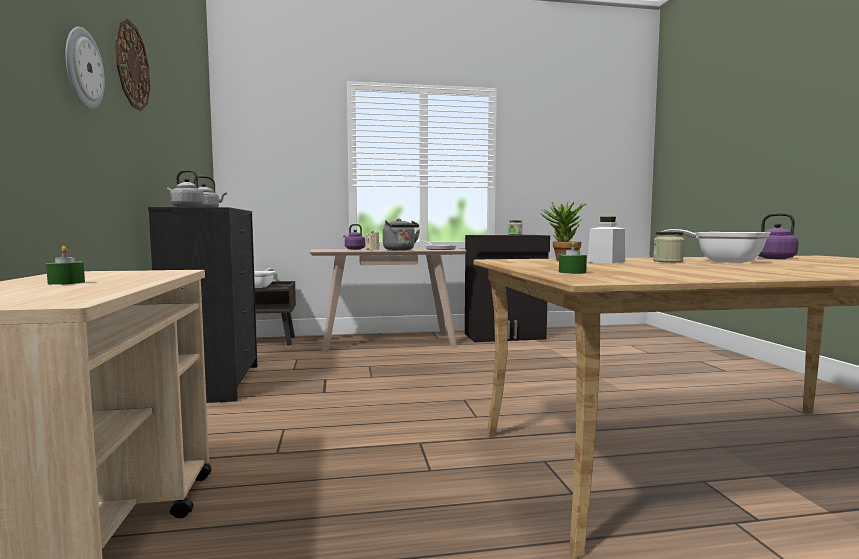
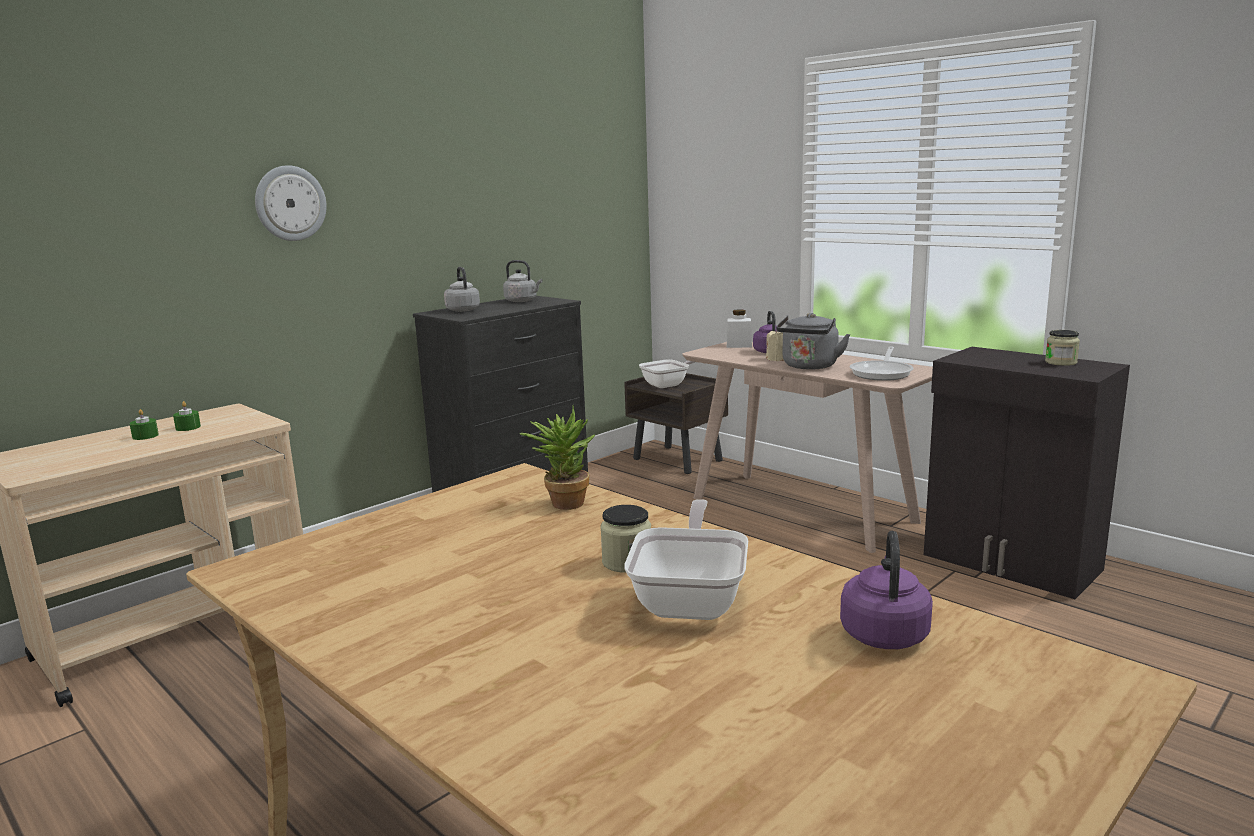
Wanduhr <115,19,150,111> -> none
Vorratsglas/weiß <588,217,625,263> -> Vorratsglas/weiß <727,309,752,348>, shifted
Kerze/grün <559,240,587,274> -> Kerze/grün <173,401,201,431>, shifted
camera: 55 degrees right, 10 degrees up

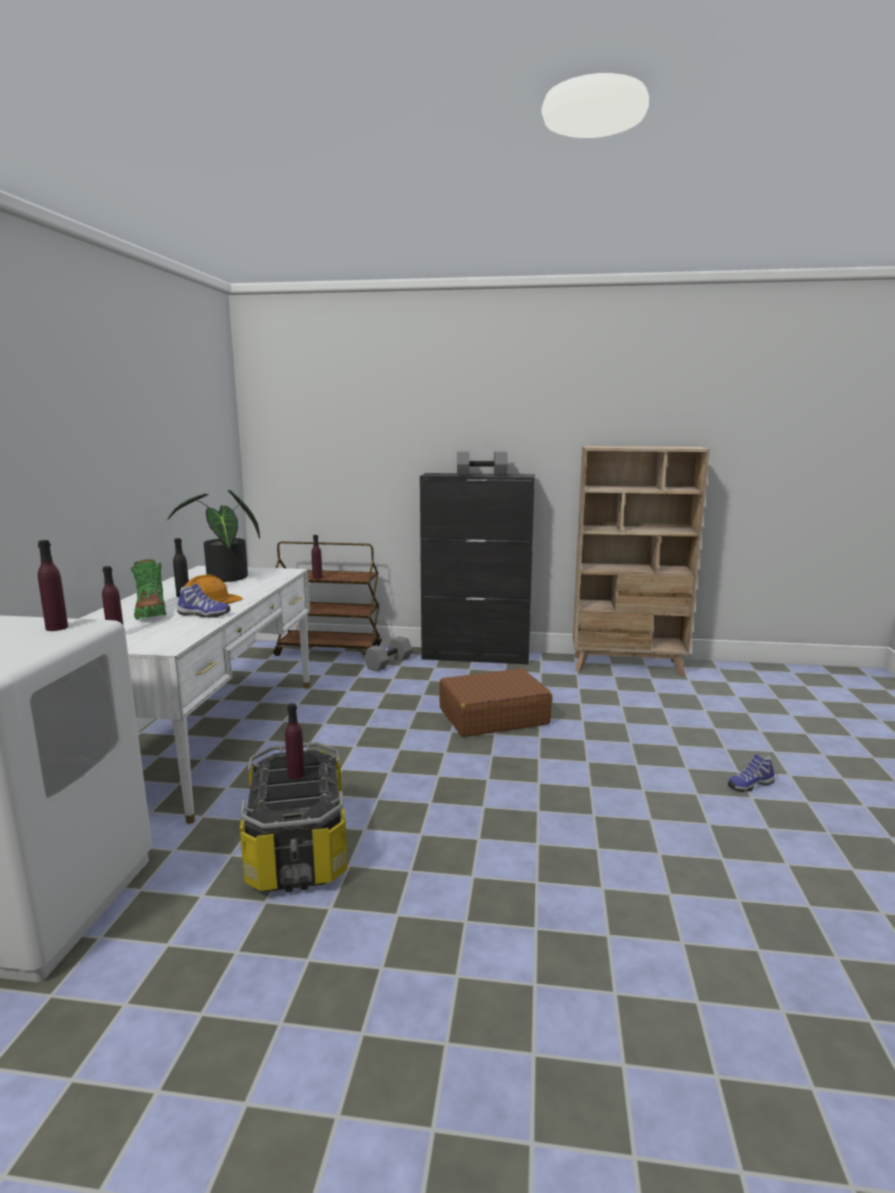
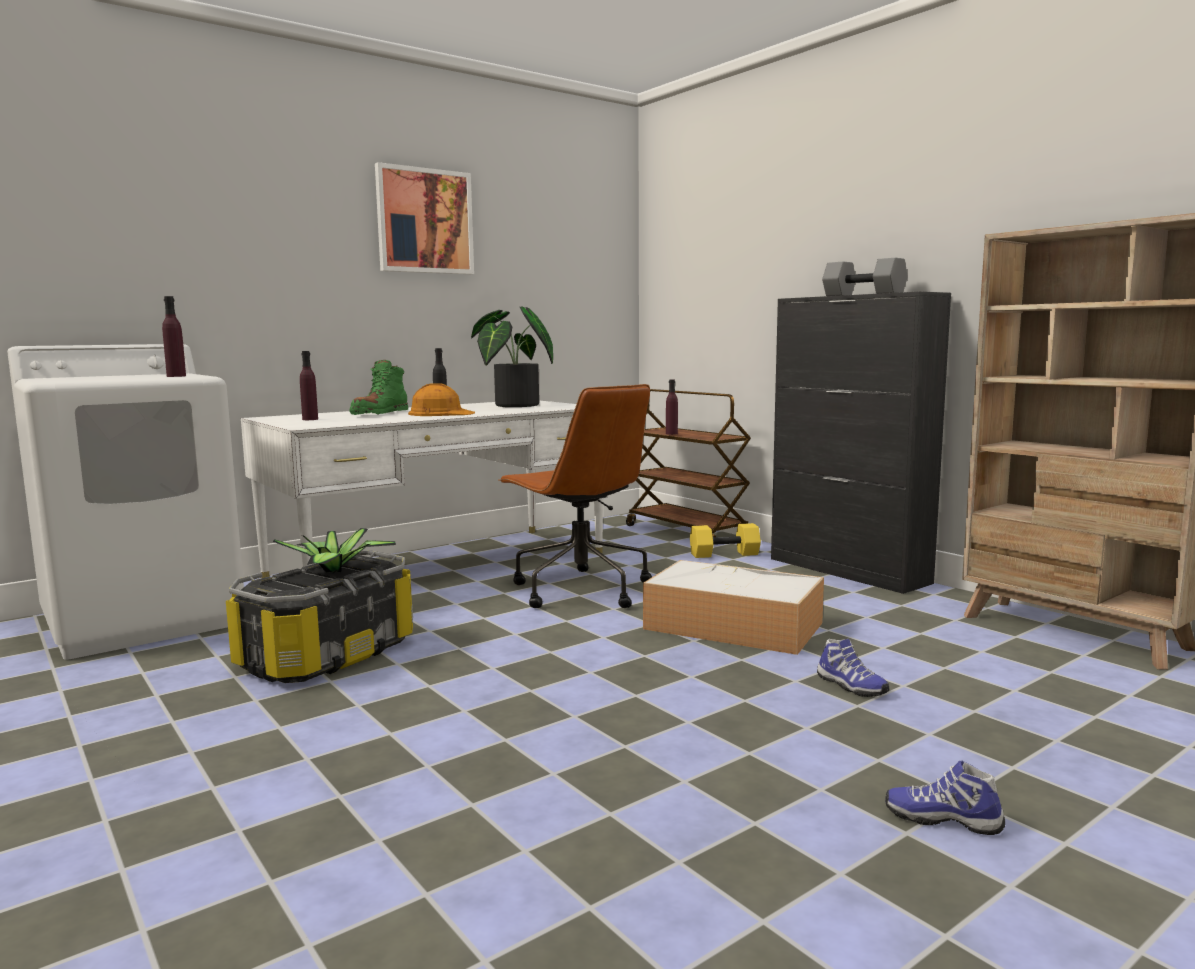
Schuh <177,583,230,618> -> Schuh <817,639,889,697>, shifted
Hantel/grau <364,636,412,672> -> Hantel/gelb <690,523,761,558>
Koffer/braun <439,668,552,737> -> Aufbewahrungsbox <643,560,824,655>
Flasche/lila <285,703,305,779> -> Topfpflanze <273,528,396,574>
none -> Bild <375,162,474,274>
none -> Bürostuhl/braun <498,384,652,608>
camera: 45 degrees right, 5 degrees down

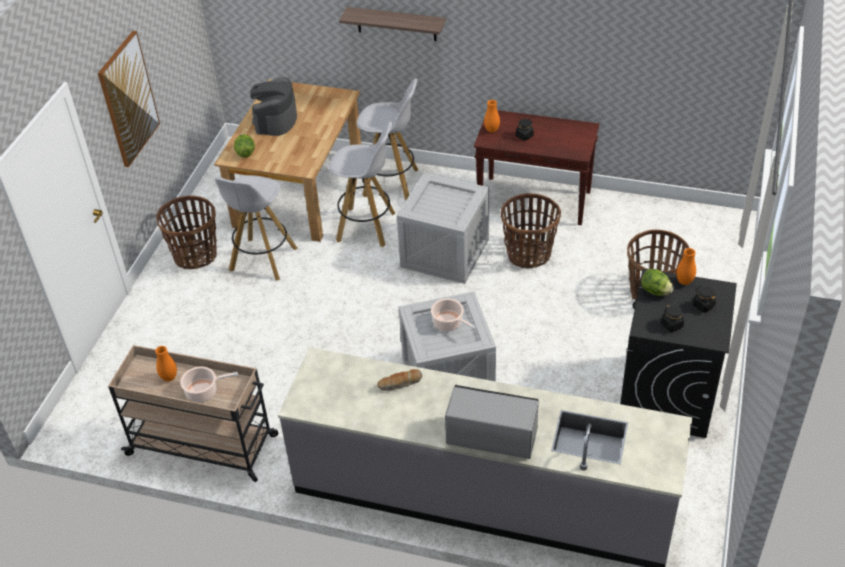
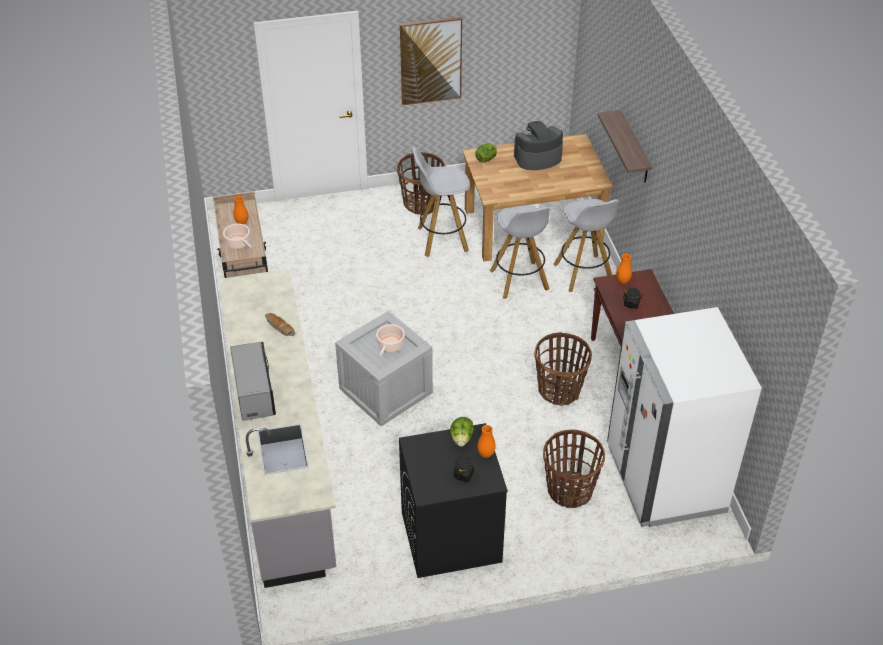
Kiste <397,172,489,284> -> none
Vorratsglas/schwarz <661,304,684,332> -> none
none -> Kühlschrank/weiß <607,307,762,527>
camera: 60 degrees right, 0 degrees up

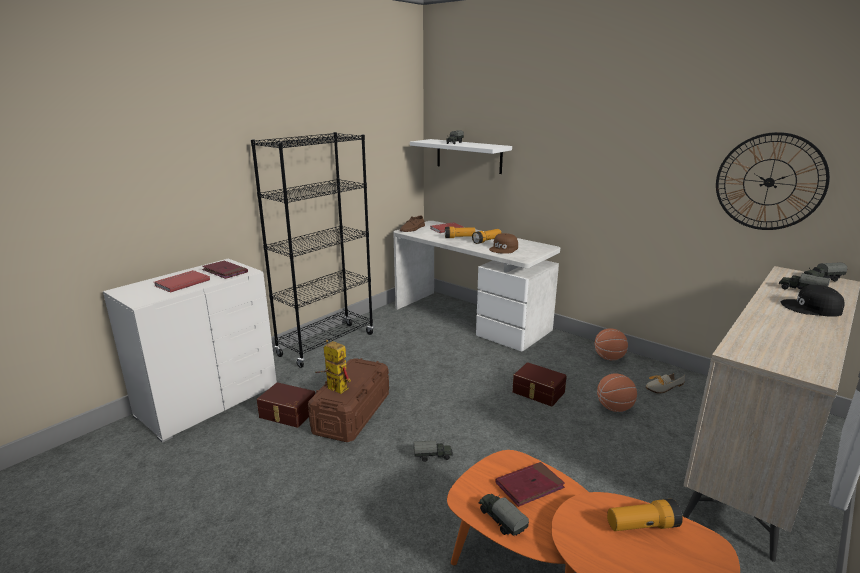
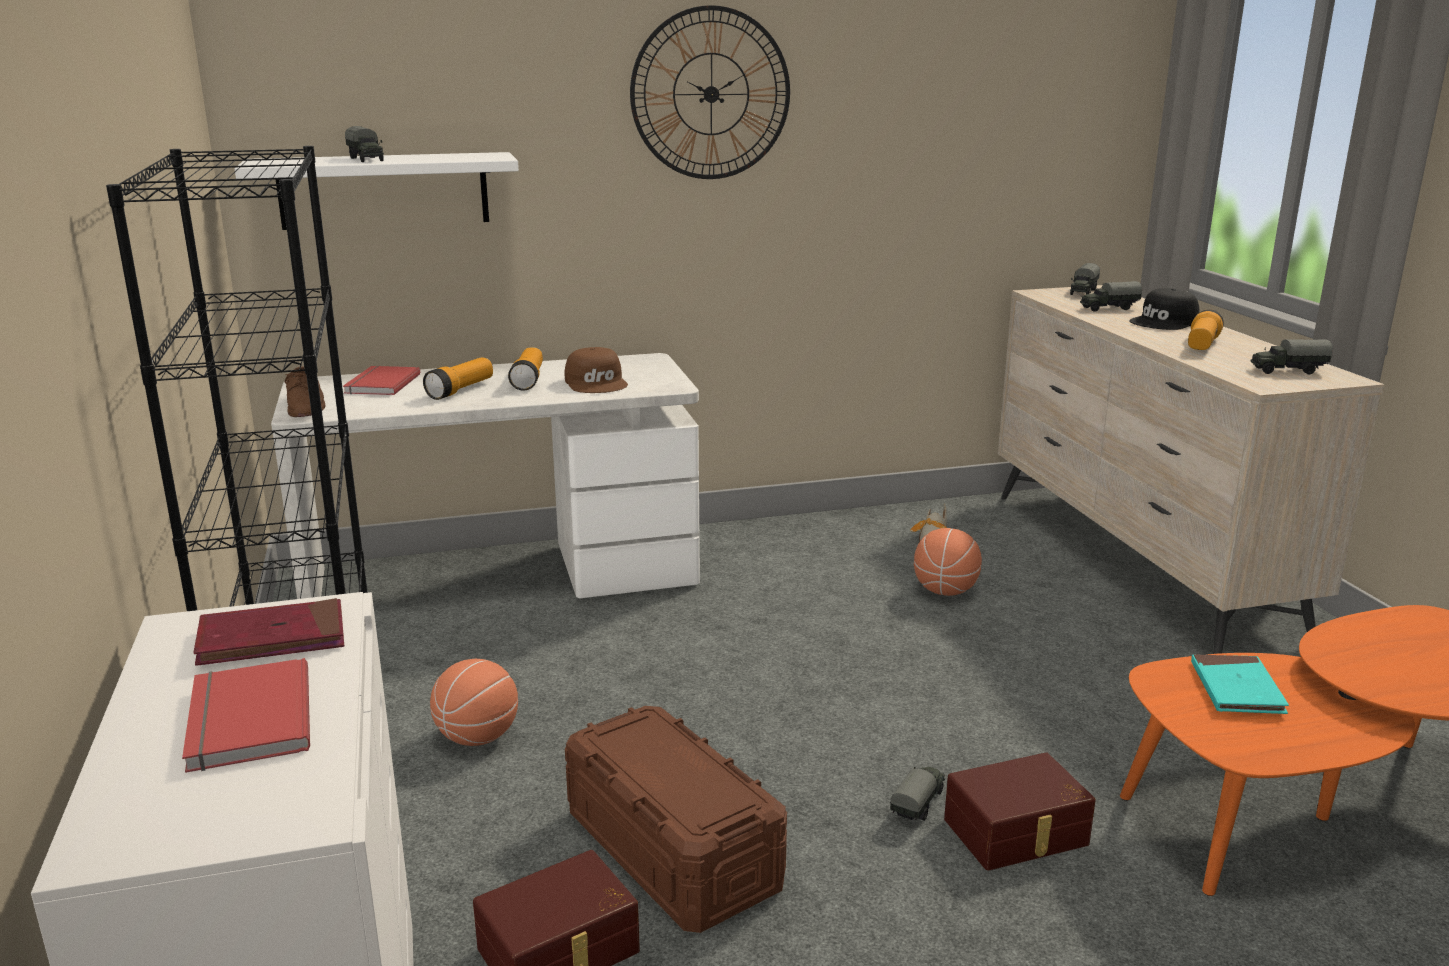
Wanduhr <716,132,830,230> -> Wanduhr <630,5,790,179>, shifted
Basketball <595,328,628,360> -> Basketball <430,659,518,746>, shifted
Spielzeugroboter <315,340,351,394> -> none
Aufbewahrungsbox/braun <512,362,567,407> -> Aufbewahrungsbox/braun <944,752,1096,870>, shifted
Buch/rot <495,462,565,507> -> Buch/türkis <1191,654,1289,714>
Spielzeuglaster <478,494,529,536> -> Spielzeuglaster <1251,339,1333,374>, shifted
Taschenlampe <607,499,683,531> -> Taschenlampe <1188,309,1224,350>, shifted
camera: 55 degrees left, 0 degrees up

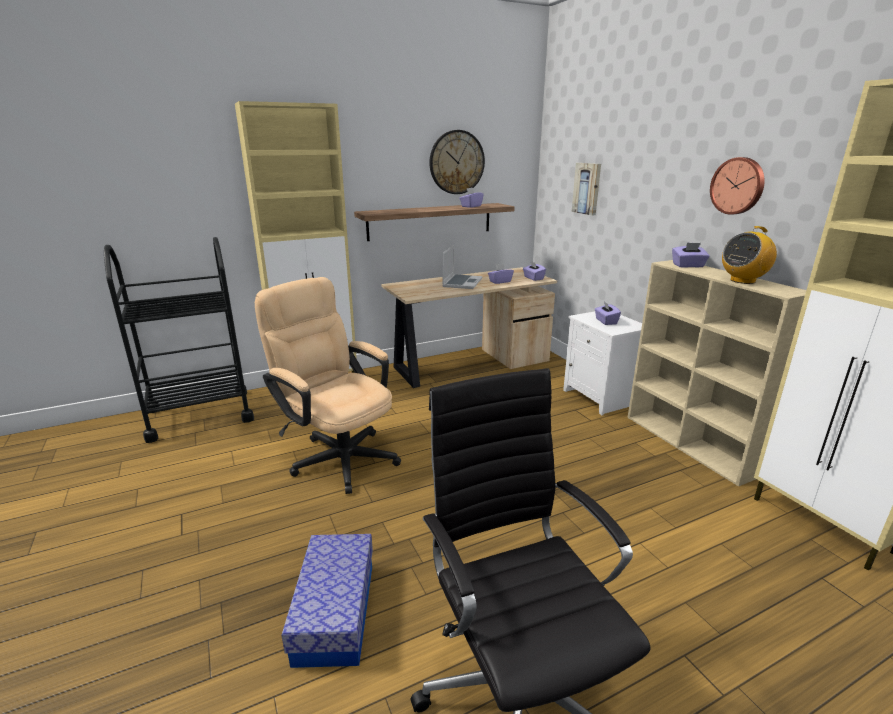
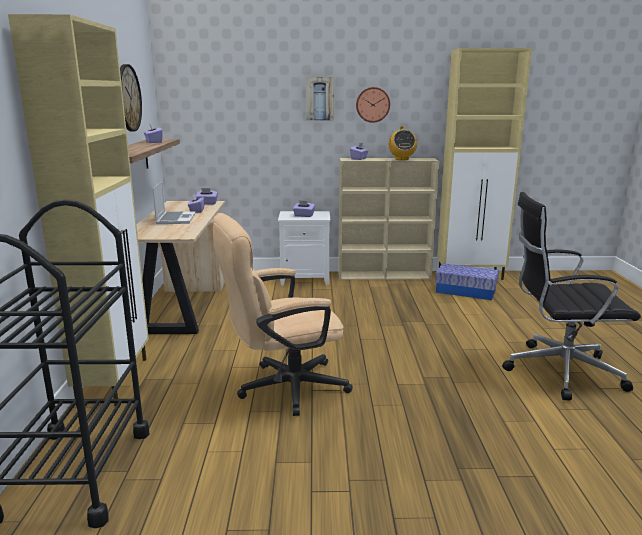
Bild <572,163,601,216> -> Bild <306,77,334,120>, shifted
Laptop <442,245,482,289> -> Laptop <153,181,196,224>, 45 degrees clockwise
Aufbewahrungsbox <281,534,373,668> -> Aufbewahrungsbox <435,263,499,300>, shifted
camera: 65 degrees left, 5 degrees down

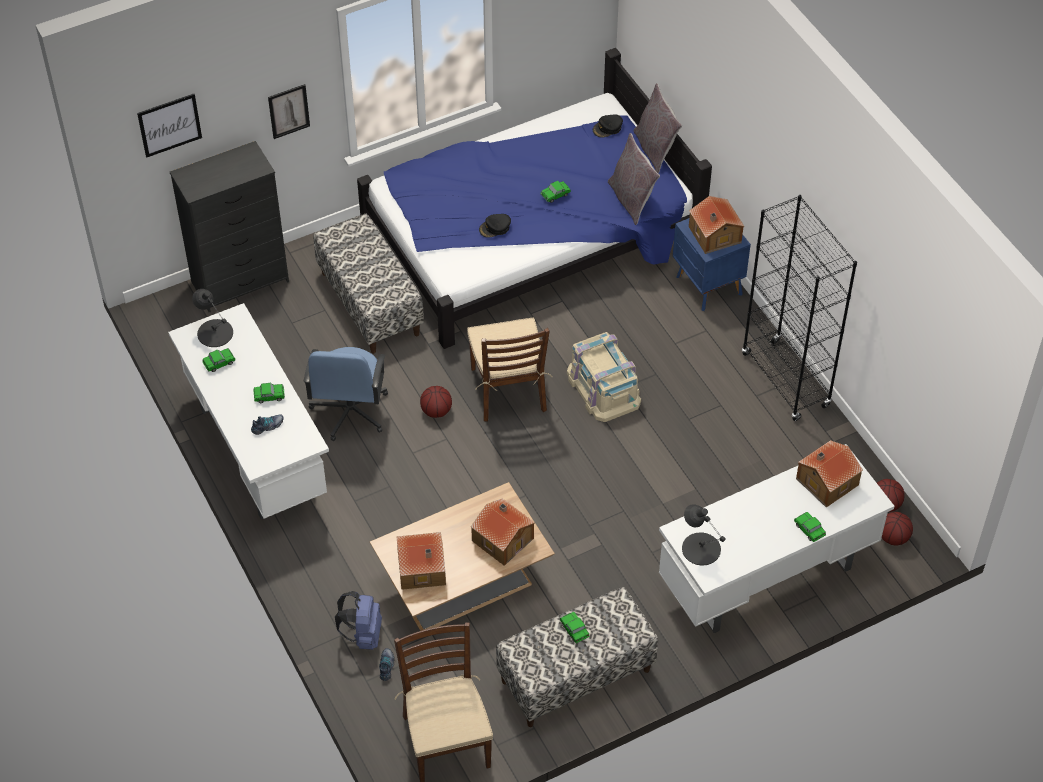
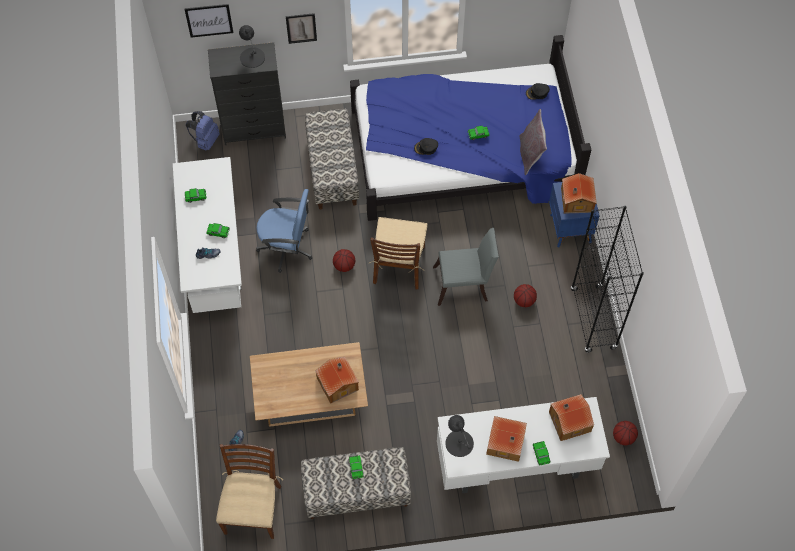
Kissen/grau <634,83,682,173> -> none
Tischlampe/schwarz <192,289,233,347> -> Tischlampe/schwarz <239,25,265,68>, shifted
Aufbewahrungsbox/beige <567,332,641,422> -> Stuhl/grau <433,228,499,306>
Bürostuhl/blau <304,347,388,441> -> Bürostuhl/blau <256,189,312,273>, 105 degrees counterclockwise
Basketball <882,512,913,546> -> Basketball <514,284,537,307>, shifted
Spielzeughaus <396,532,446,590> -> Spielzeughaus <486,416,527,462>, shifted
Rucksack/blau <335,591,382,650> -> Rucksack/blau <186,111,220,151>, shifted
camera: 20 degrees right, 10 degrees up

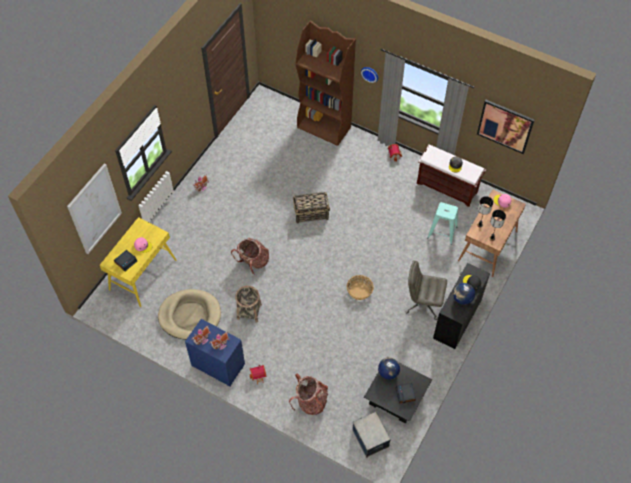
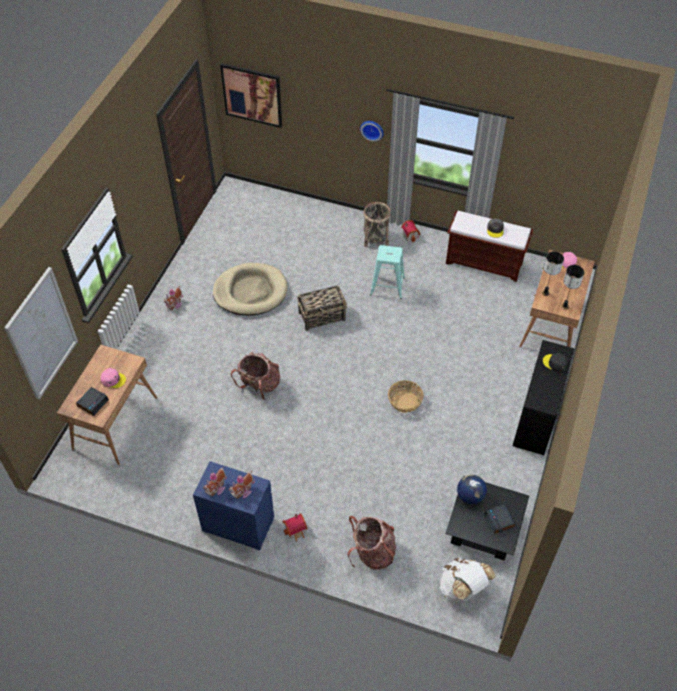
Bücherregal/braun <295,20,356,146> -> none
Bild <477,100,534,154> -> Bild <220,63,282,128>, shifted
Hocker/türkis <427,202,458,245> -> Hocker/türkis <370,245,405,299>, shifted
Schreibtisch/gelb <100,217,176,307> -> Schreibtisch/braun <57,345,157,465>
Bürostuhl/grau <405,260,447,320> -> none
Globus <453,283,475,305> -> none
Korb <235,286,262,323> -> Korb <363,202,391,247>, shifted
Hundebett/beige <158,289,221,340> -> Hundebett/beige <213,263,288,316>, shifted
Aufbewahrungsbox <352,412,391,458> -> Rucksack/weiß <440,557,496,601>
camera: 10 degrees left, 5 degrees down

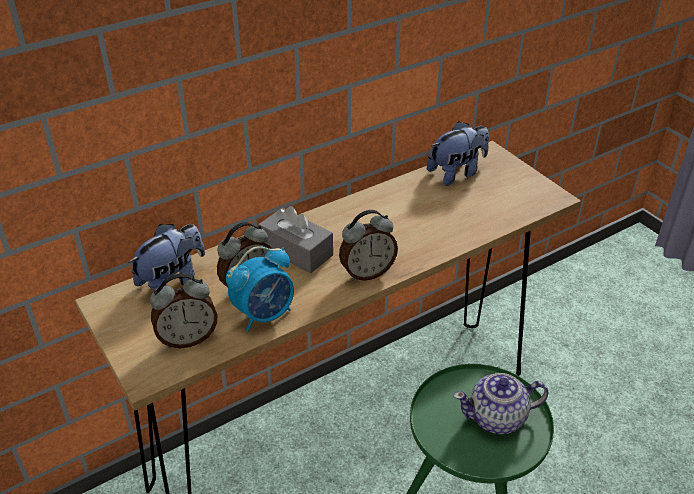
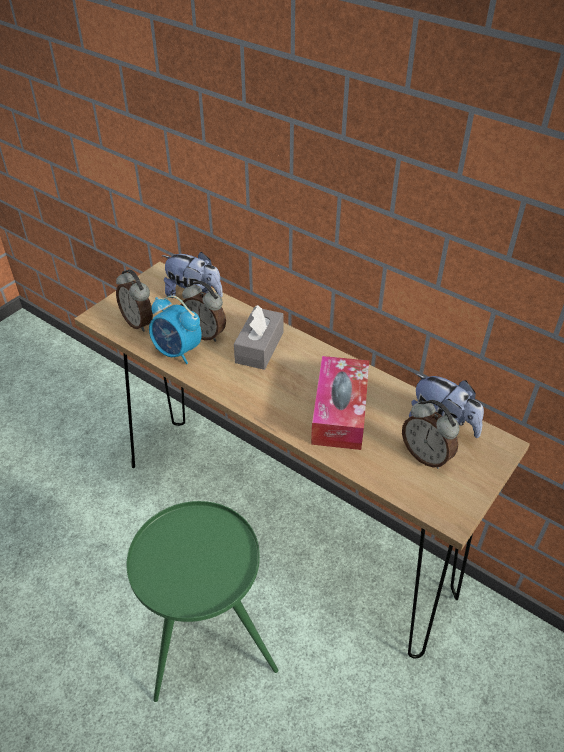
Wecker <339,210,398,281> -> Wecker <402,400,460,469>, shifted
Teekanne <453,373,548,434> -> none
none -> Taschentuchbox <311,356,369,450>
camera: 70 degrees right, 5 degrees up

